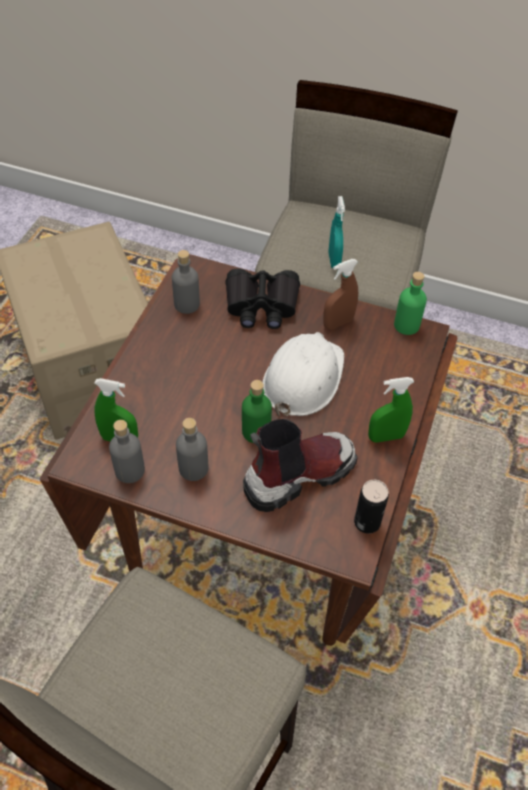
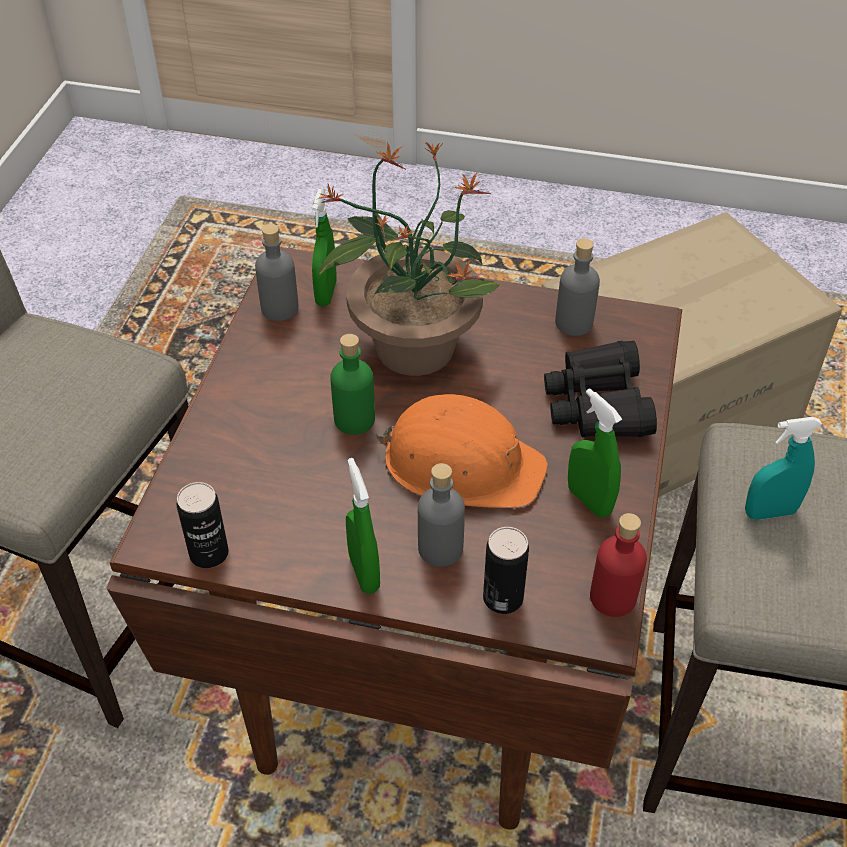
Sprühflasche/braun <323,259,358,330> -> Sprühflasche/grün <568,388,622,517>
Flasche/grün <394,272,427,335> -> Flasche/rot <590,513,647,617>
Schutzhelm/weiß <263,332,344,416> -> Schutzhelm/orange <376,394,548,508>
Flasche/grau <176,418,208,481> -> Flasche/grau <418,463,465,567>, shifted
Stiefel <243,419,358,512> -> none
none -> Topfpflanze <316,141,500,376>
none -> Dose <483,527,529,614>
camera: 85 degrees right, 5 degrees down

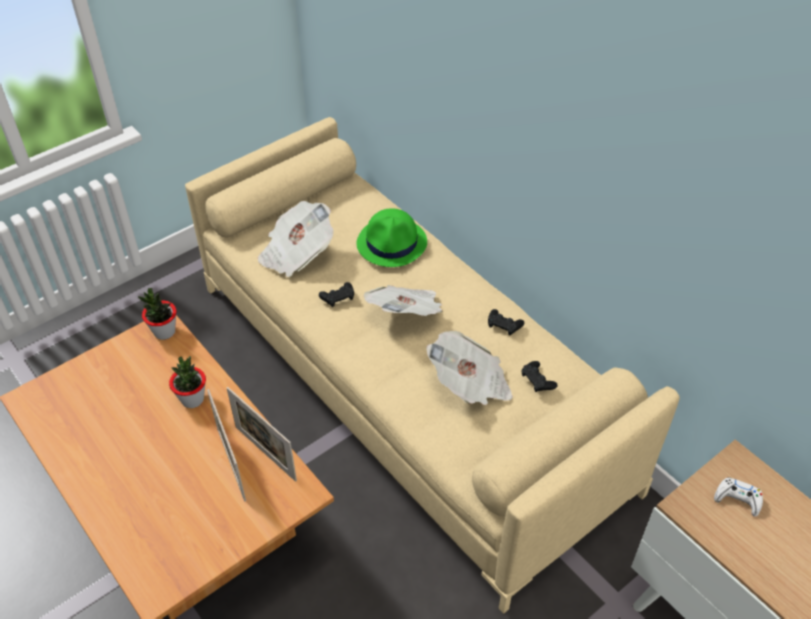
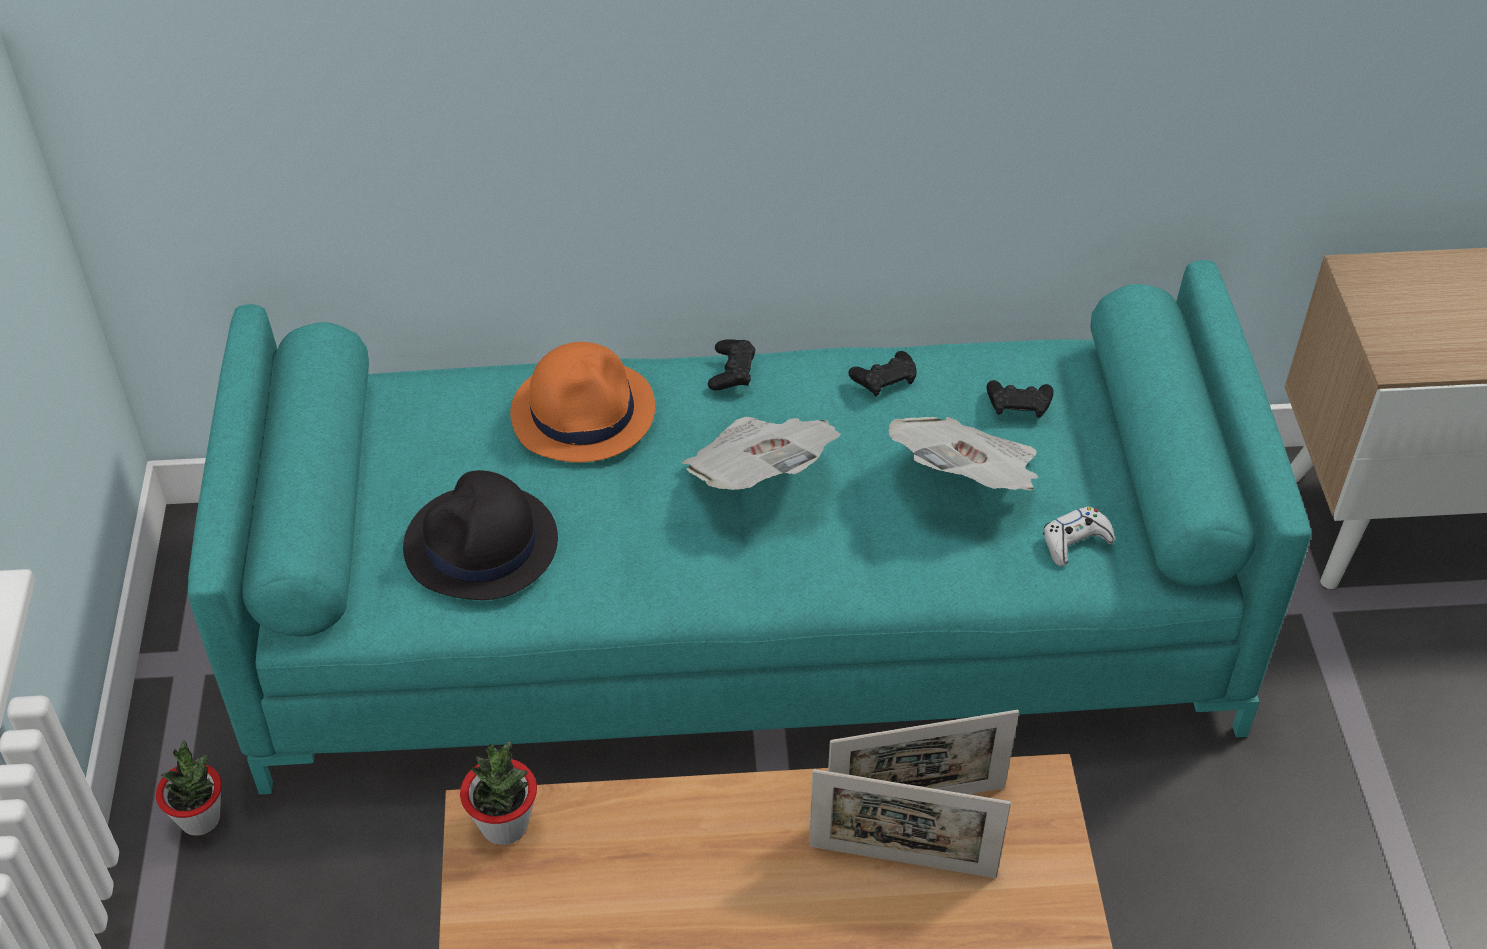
Sofa/beige <185,117,680,614> -> Sofa/türkis <188,260,1311,795>
Zeitung <258,201,334,277> -> Hut/schwarz <403,470,558,600>
Hut/grün <356,208,427,267> -> Hut/orange <510,342,655,463>
Gamepad/schwarz <319,282,354,307> -> Gamepad/schwarz <708,339,755,390>, shifted
Topfpflanze <169,356,206,408> -> Topfpflanze <156,740,222,836>, shifted
Gamepad/weiß <714,477,763,517> -> Gamepad/weiß <1043,507,1115,566>, shifted
camera: 55 degrees left, 0 degrees up

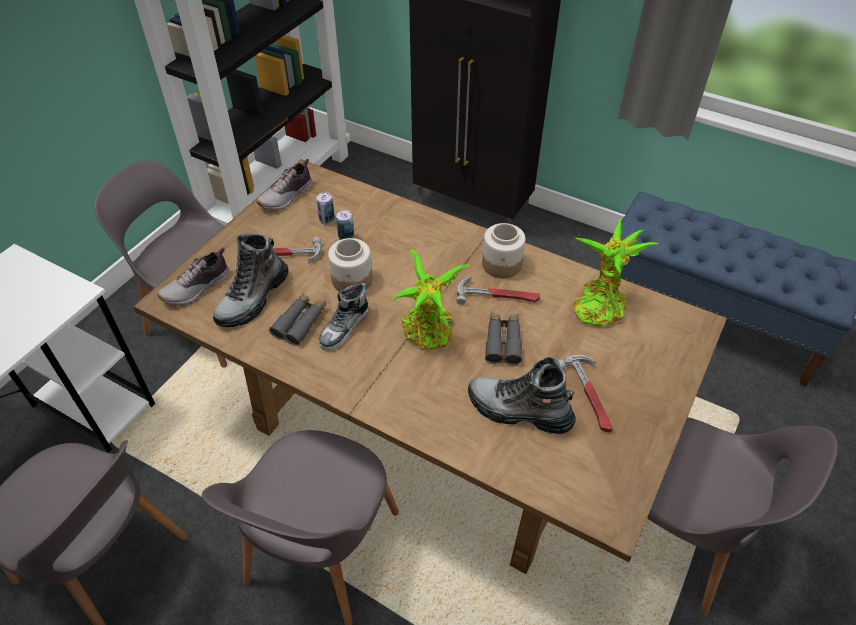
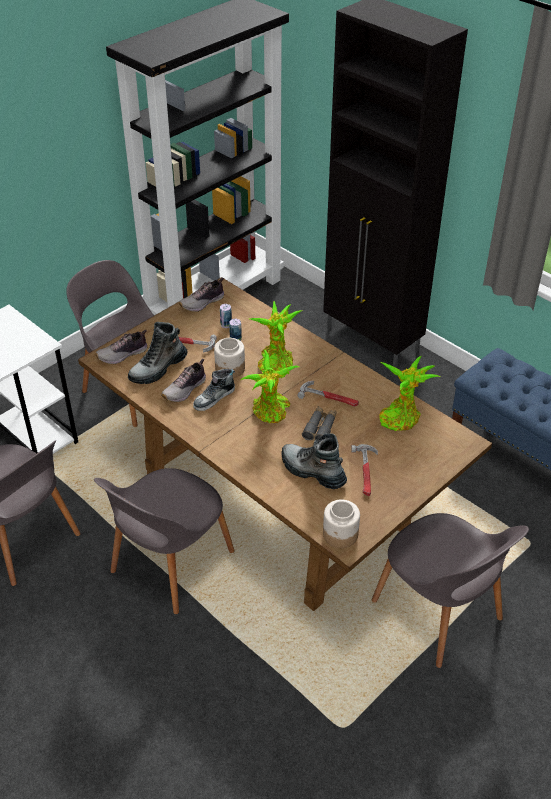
Vorratsglas <482,223,526,278> -> Vorratsglas <323,500,360,548>, shifted
Fernglas/grau <269,293,326,346> -> Schuh <161,359,206,402>
none -> Topfpflanze <250,301,302,373>
camera: 15 degrees right, 5 degrees down

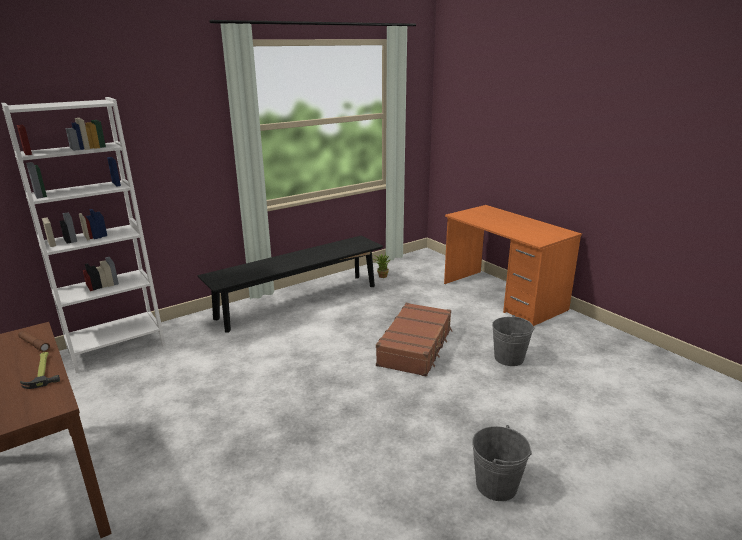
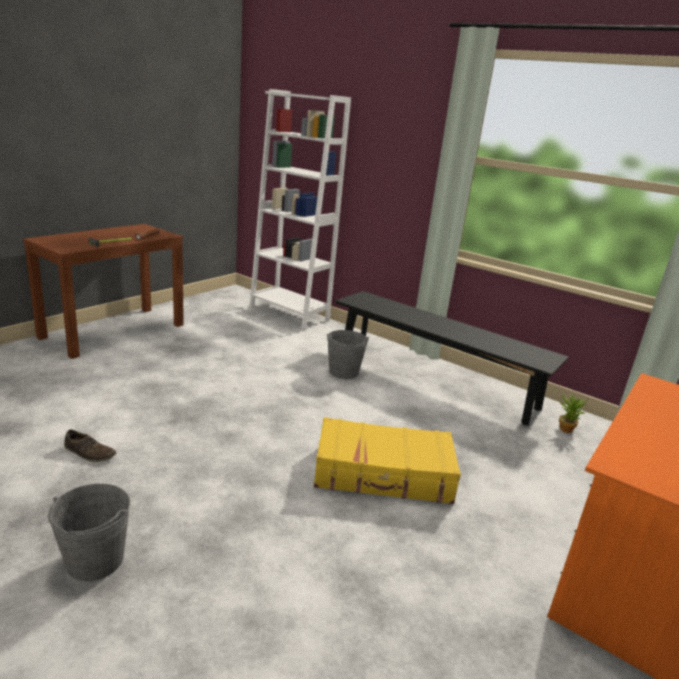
Koffer/braun <376,303,453,377> -> Koffer/gelb <314,417,461,504>
Eimer/grau <492,315,535,366> -> Eimer/grau <327,330,369,379>, shifted
none -> Schuh/braun <64,430,117,462>
camera: 70 degrees right, 0 degrees up

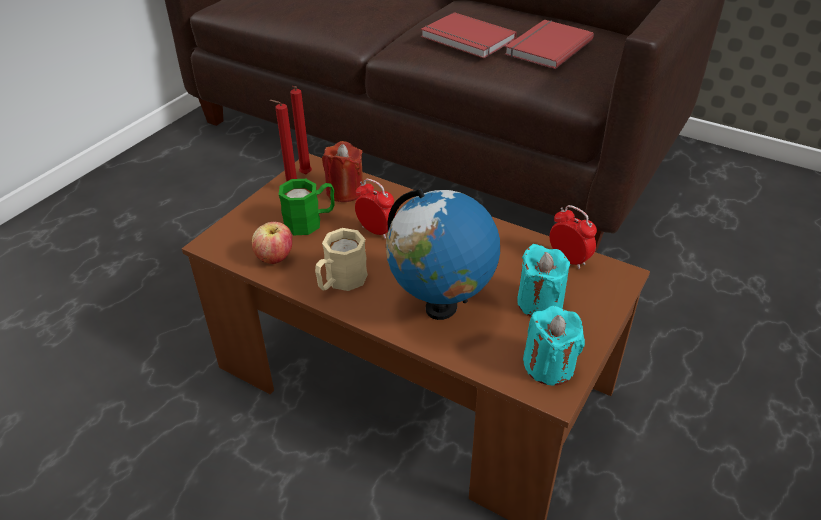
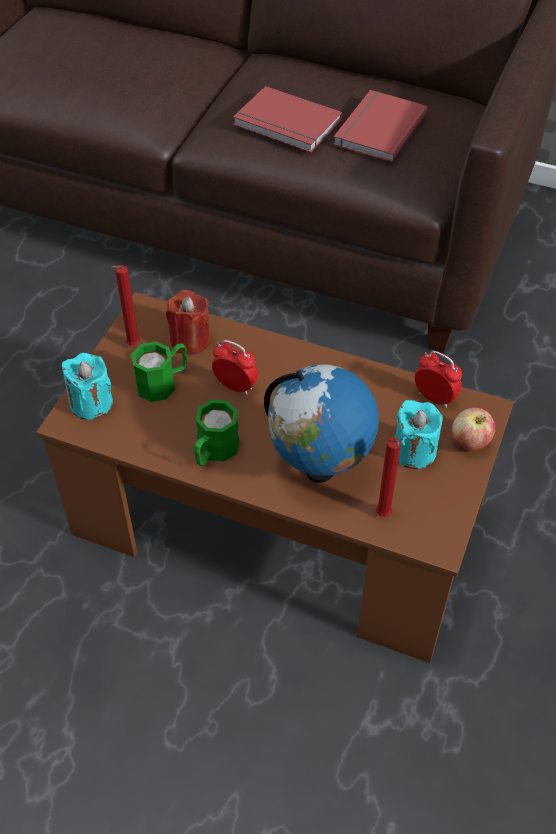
Kerze/rot <290,86,312,174> -> Kerze/rot <376,437,401,517>, shifted
Apfel <252,222,292,264> -> Apfel <452,408,496,451>, shifted
Henkelbecher/beige <315,228,368,291> -> Henkelbecher/grün <194,400,239,466>
Kerze/türkis <523,306,585,385> -> Kerze/türkis <62,353,113,420>, shifted
camera: 10 degrees left, 10 degrees up

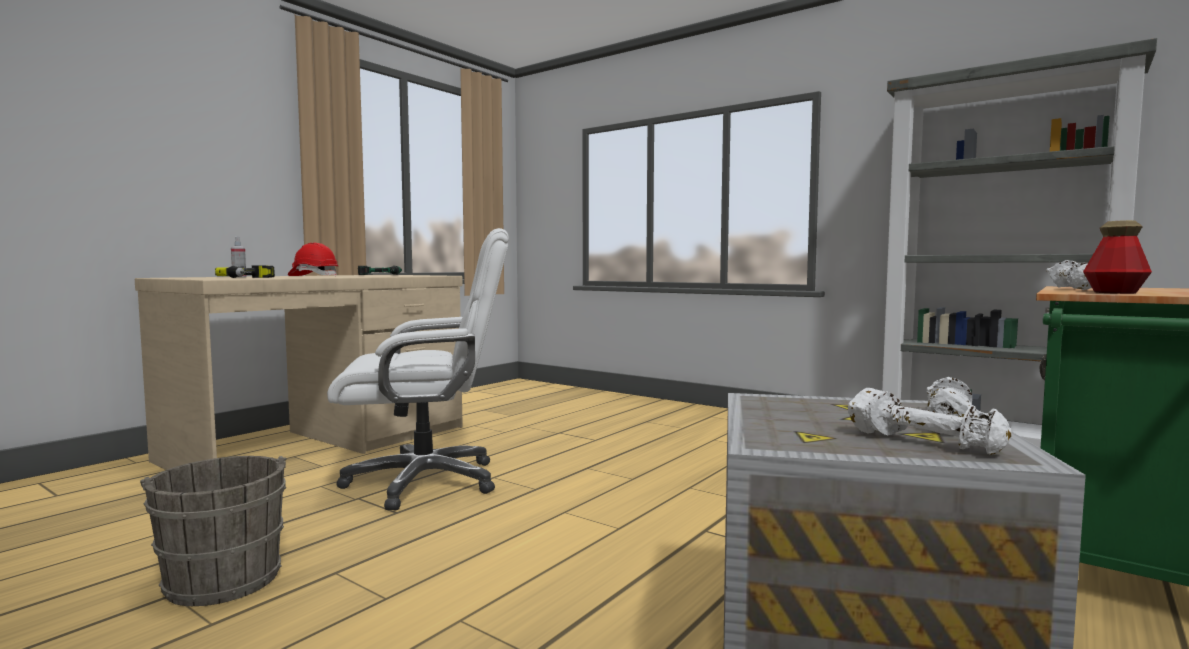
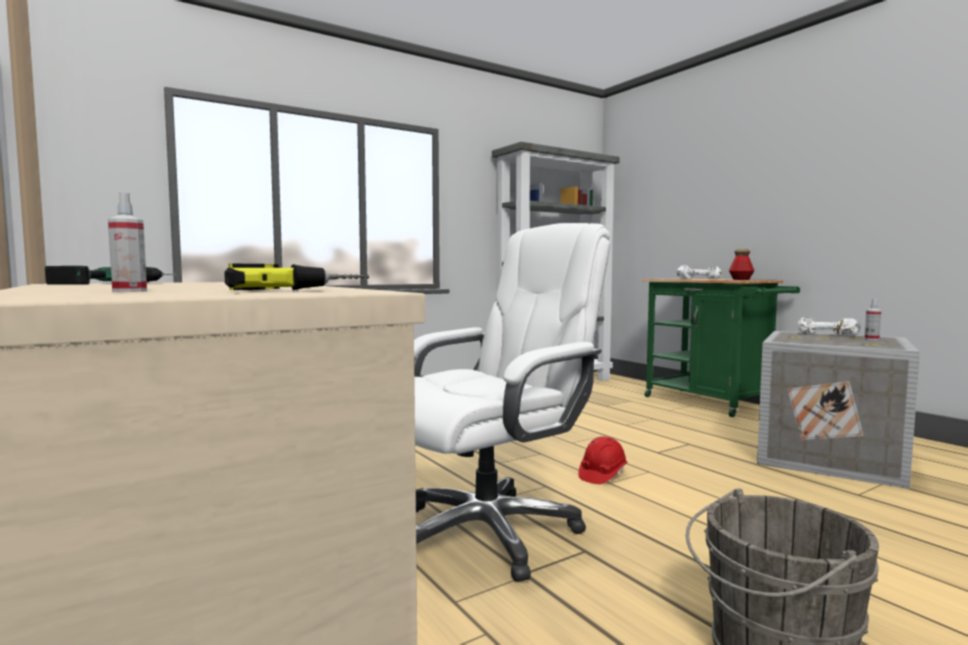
Bürostuhl/weiß <327,228,509,510> -> Bürostuhl/weiß <414,223,610,582>, 45 degrees clockwise
Schutzhelm/rot <288,243,338,277> -> Schutzhelm/rot <578,436,628,484>, shifted
Hantel/weiß <848,388,1012,455> -> Sprühflasche <864,299,881,340>
camera: 70 degrees left, 0 degrees up

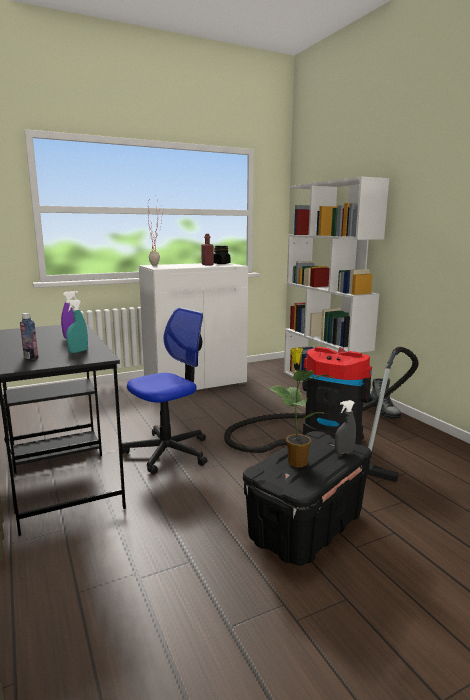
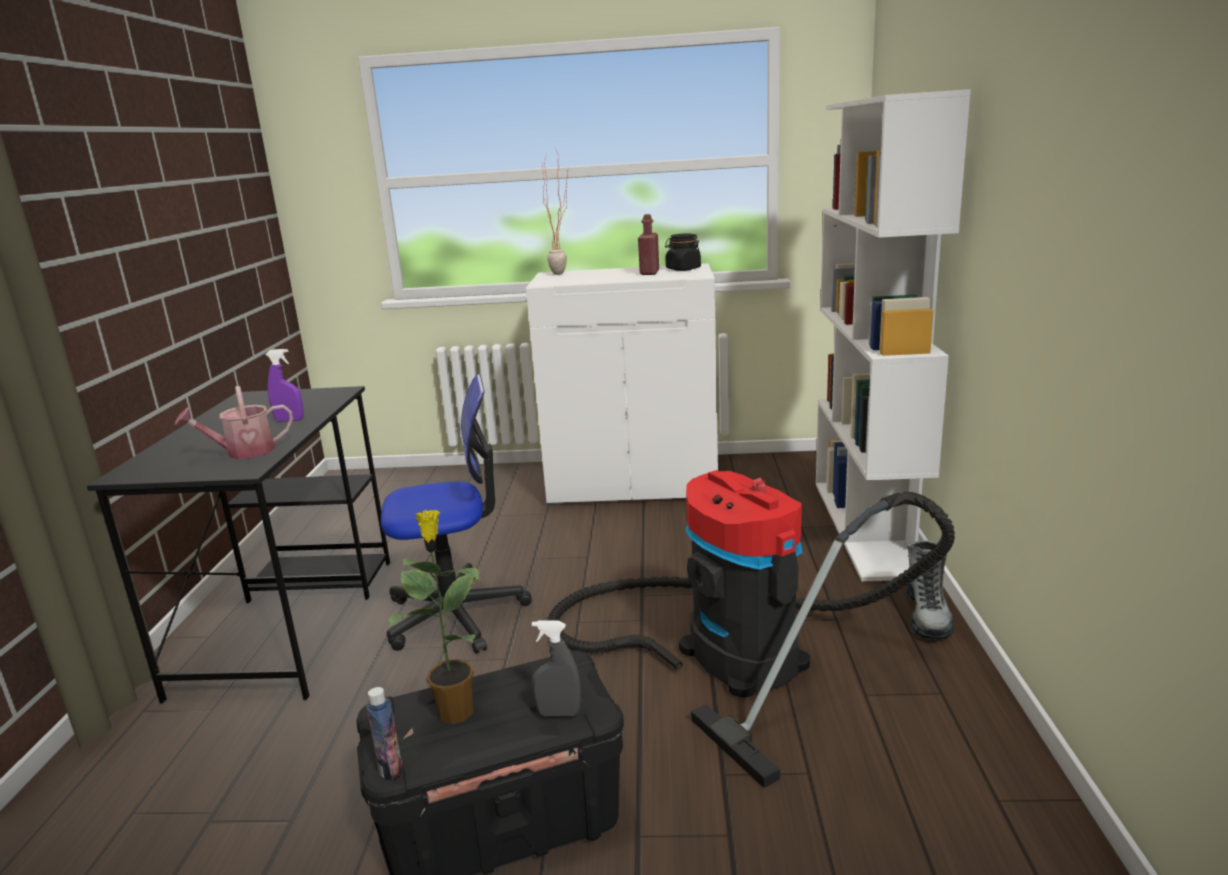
Sprühflasche/türkis <66,299,88,353> -> Gießkanne <175,386,293,459>
Flasche <20,313,38,359> -> Flasche <366,687,403,781>, shifted
camera: 30 degrees right, 5 degrees up

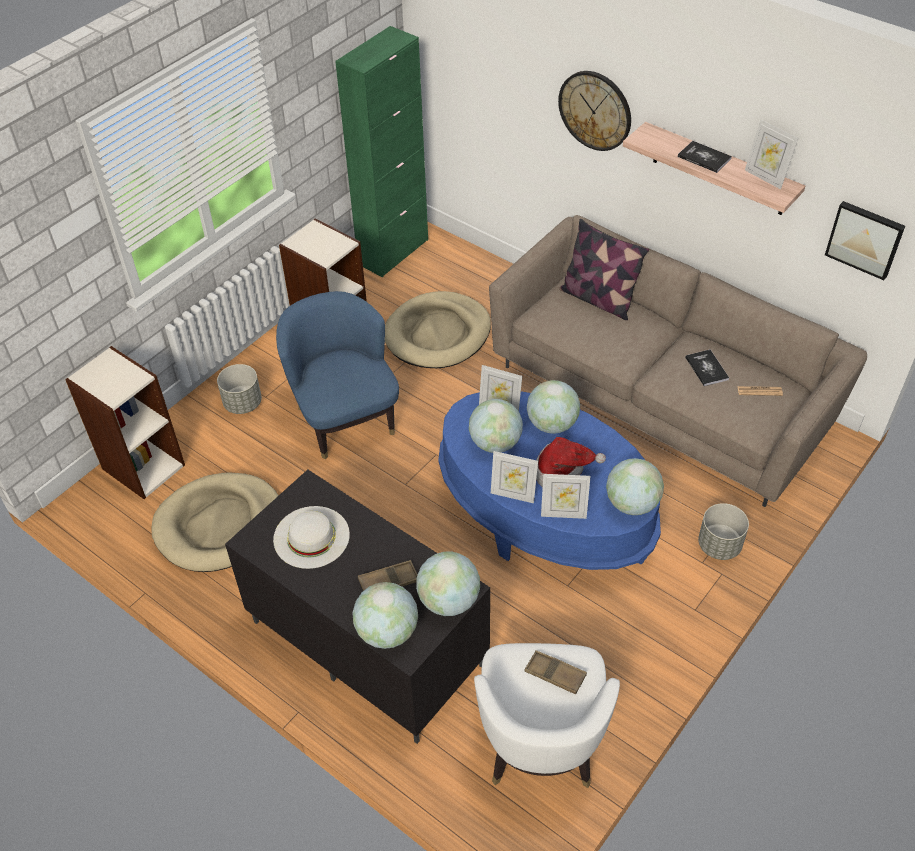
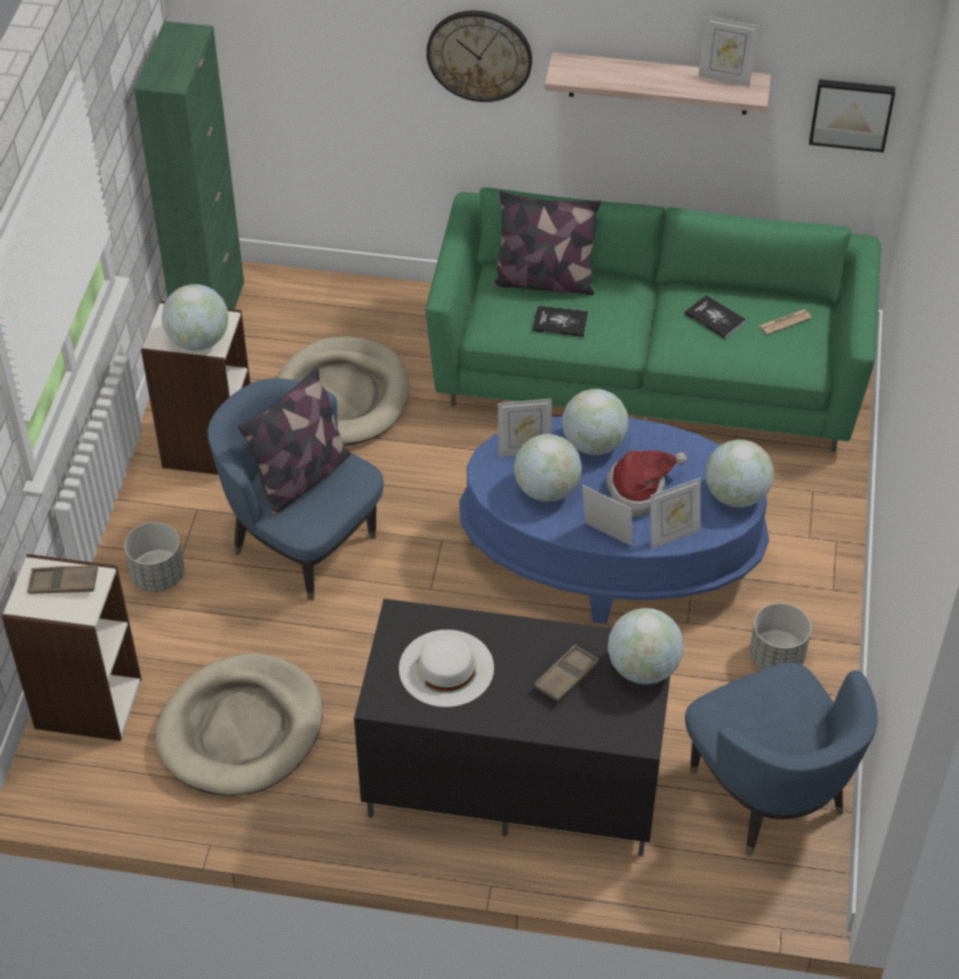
Buch <678,141,732,173> -> Buch <532,305,589,337>, shifted
Sofa/beige <489,215,867,507> -> Sofa/grün <426,187,881,452>
Bilderrahmen <491,451,538,503> -> Bilderrahmen <582,485,633,546>, 135 degrees counterclockwise
Pflanzkübel/grau <698,503,749,560> -> Pflanzkübel/grau <750,603,811,670>, shifted
Globus <353,582,418,649> -> Globus <162,284,229,351>, shifted
Sessel/weiß <474,643,620,788> -> Sessel/blau <685,662,878,857>
Tablett/braun <524,650,587,694> -> Tablett/braun <27,565,98,594>, shifted
none -> Kissen <238,367,351,517>
camera: 30 degrees left, 0 degrees up

